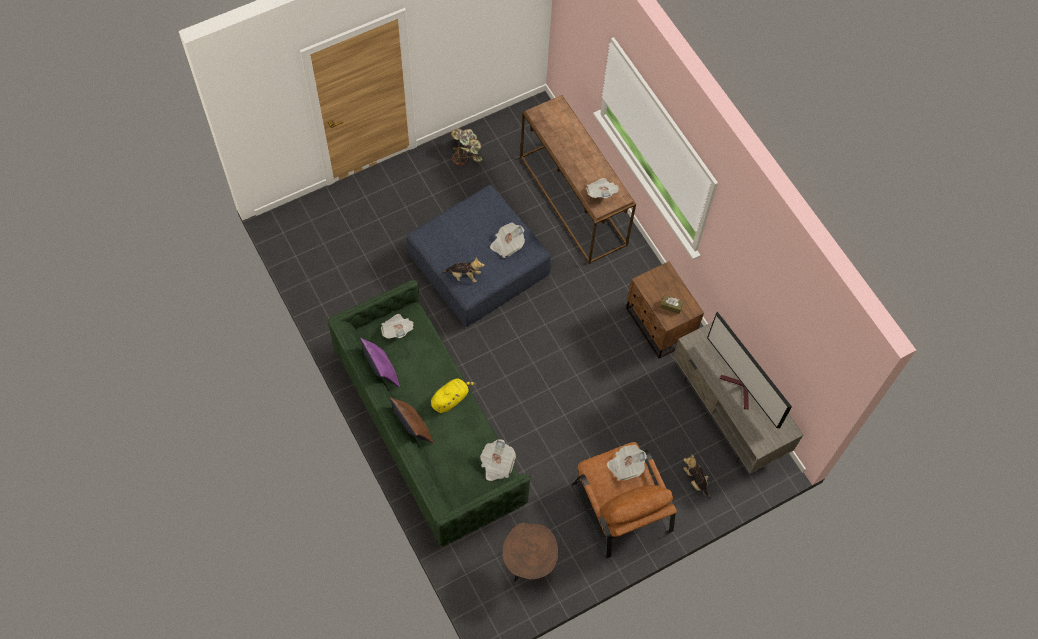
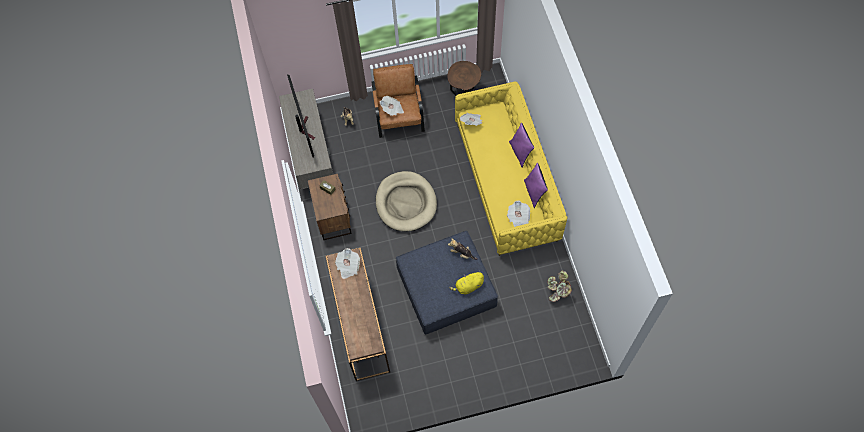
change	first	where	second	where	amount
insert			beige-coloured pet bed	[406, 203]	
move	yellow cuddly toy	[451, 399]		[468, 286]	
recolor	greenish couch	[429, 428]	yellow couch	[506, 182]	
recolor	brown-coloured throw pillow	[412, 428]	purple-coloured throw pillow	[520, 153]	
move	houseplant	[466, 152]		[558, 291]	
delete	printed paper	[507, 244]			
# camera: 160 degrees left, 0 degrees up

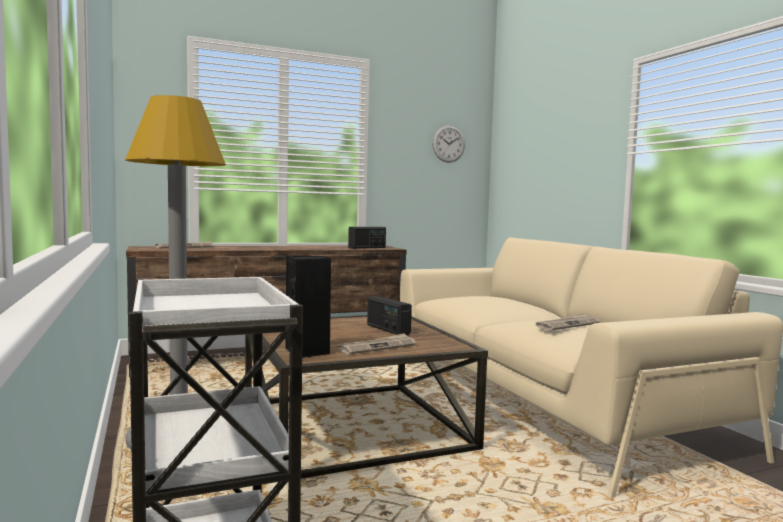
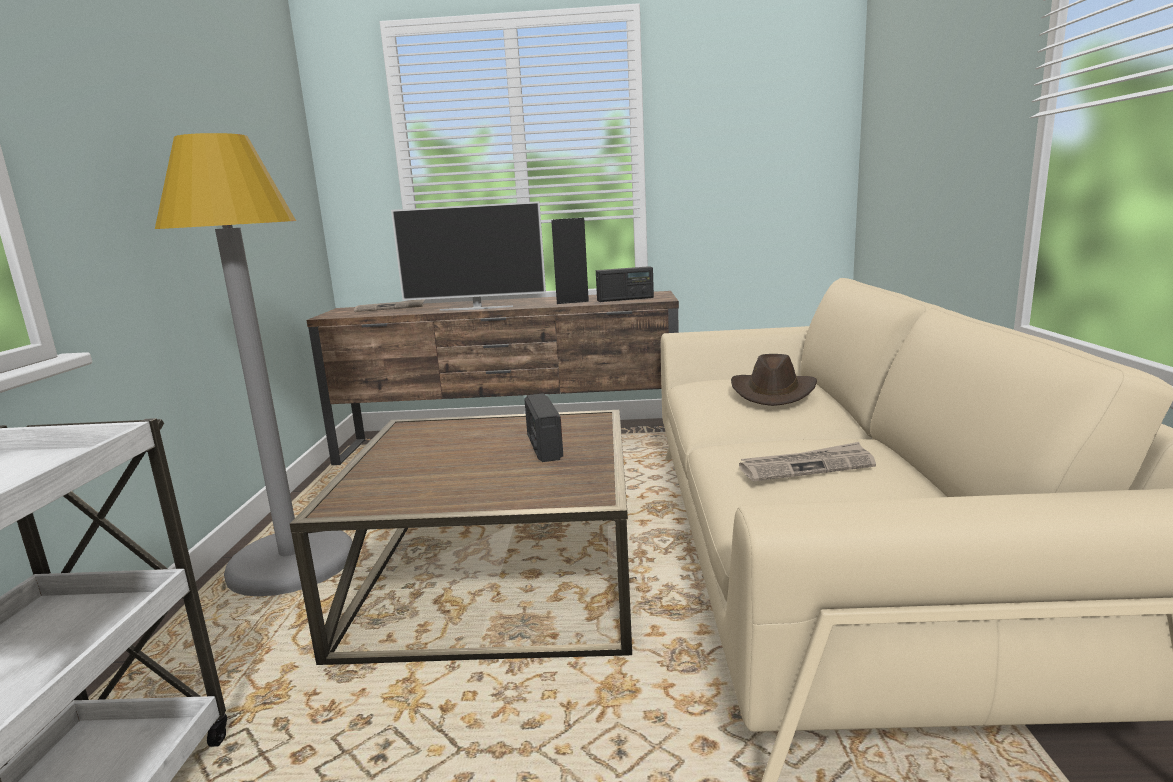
change	first	where	second	where	amount
insert			TV set	[476, 308]	
move	black speaker	[307, 352]		[572, 301]	
insert			brown-coloured clothing hat	[773, 393]	
delete	printed paper	[377, 347]			
delete	clock on the wall	[448, 144]			
# camera: 25 degrees right, 10 degrees up

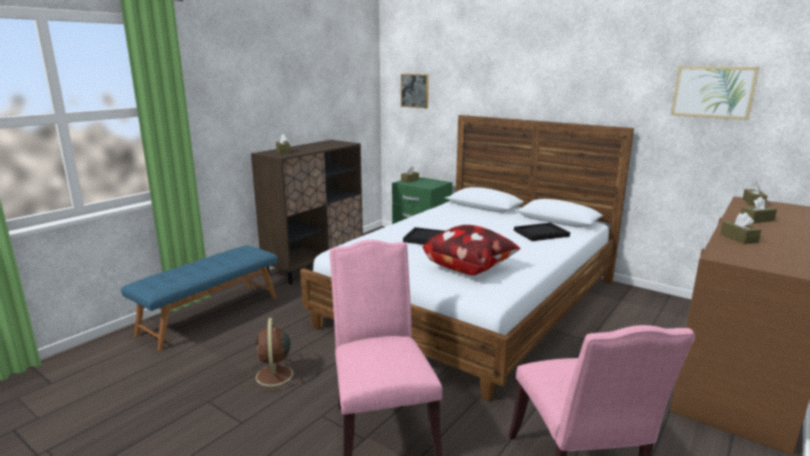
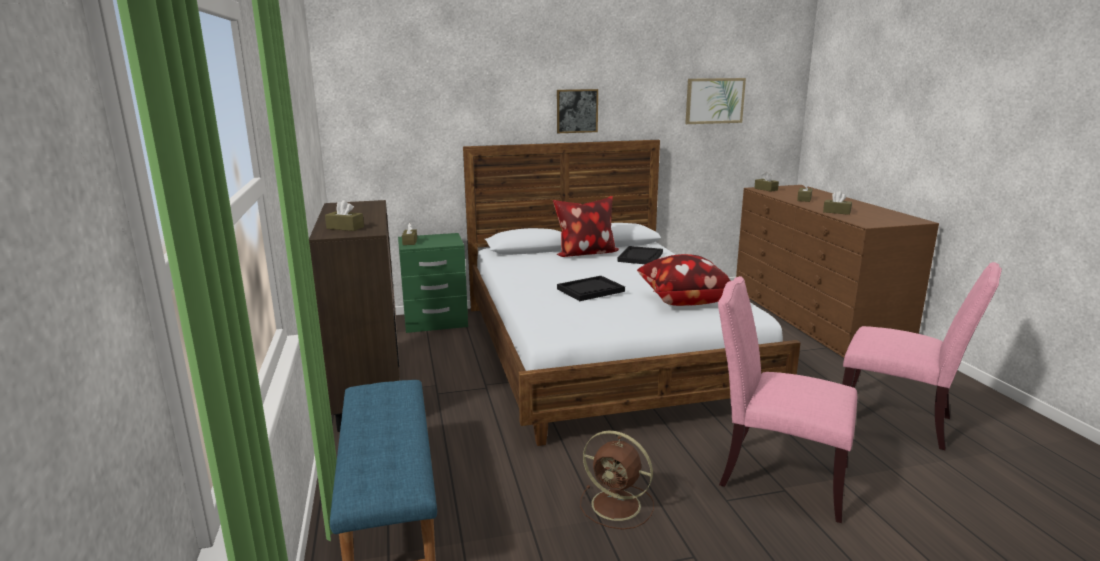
change	first	where	second	where	amount
insert			throw pillow	[585, 254]	
move	wall picture	[414, 90]		[577, 111]	
# camera: 50 degrees left, 0 degrees up

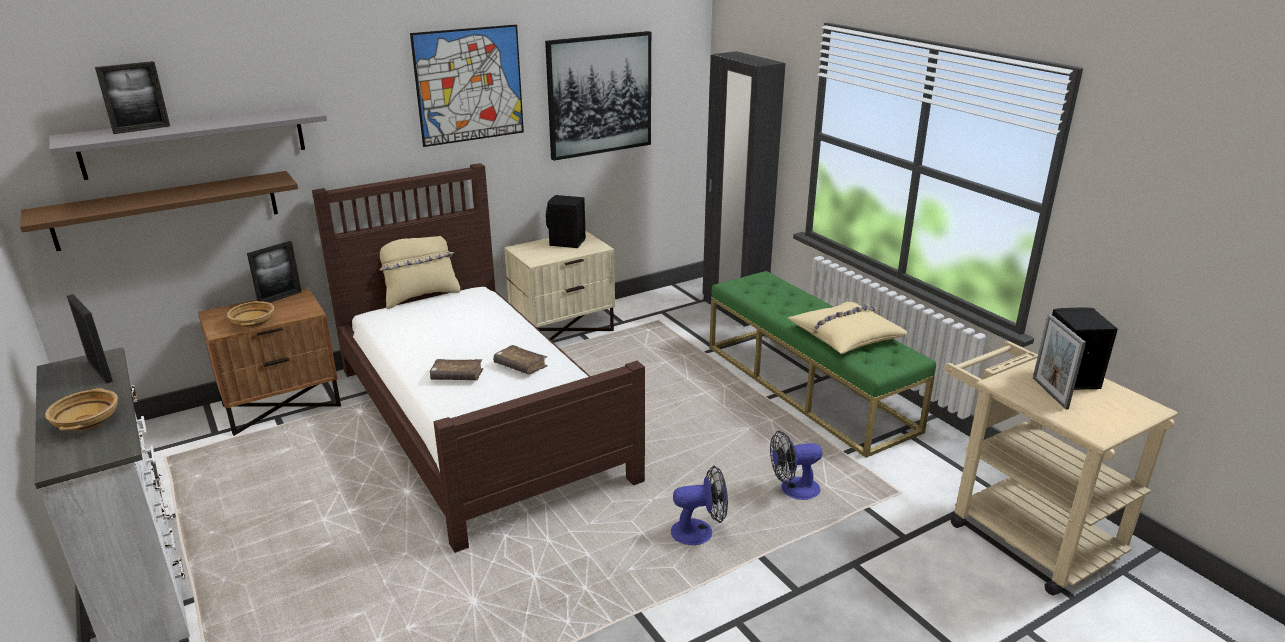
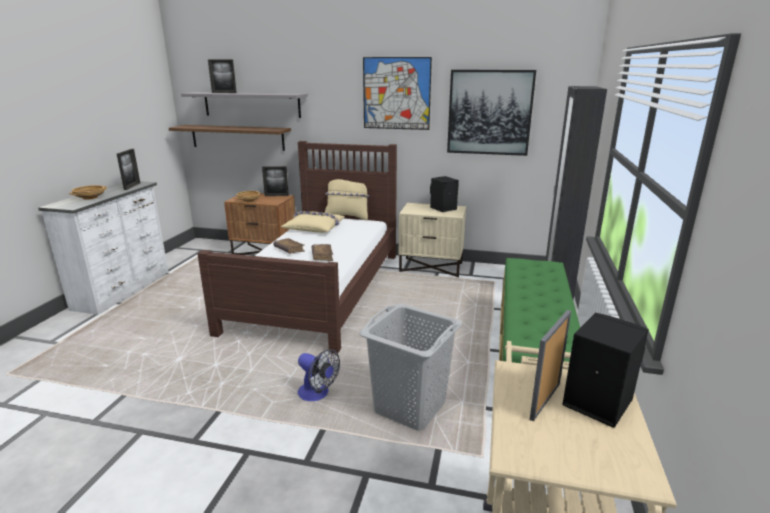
change	first	where	second	where	amount
move	beige-coloured throw pillow	[845, 336]		[315, 227]	
replace	fan	[793, 490]	grey hamper	[409, 407]	
# camera: 45 degrees right, 5 degrees down

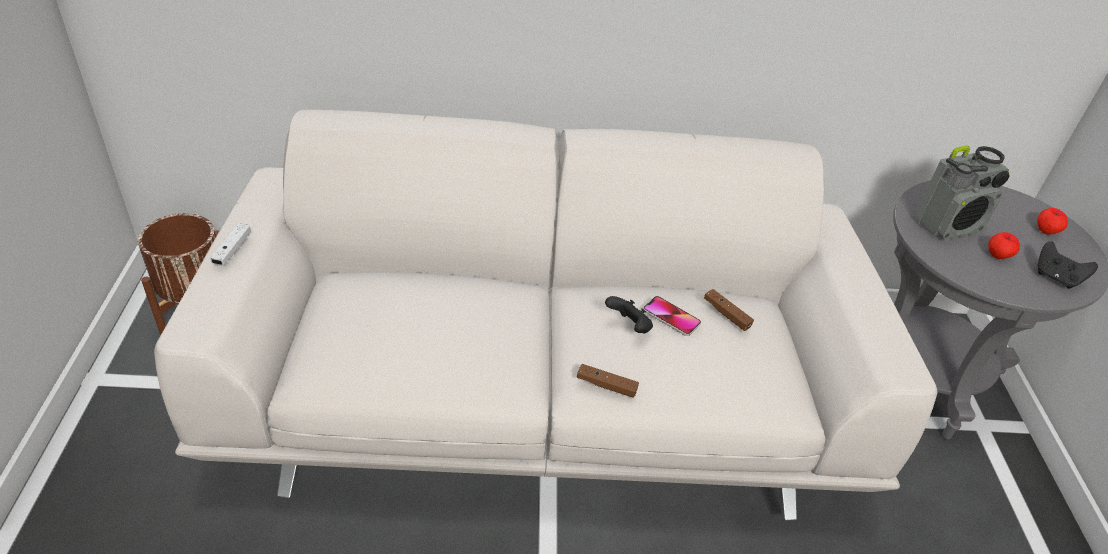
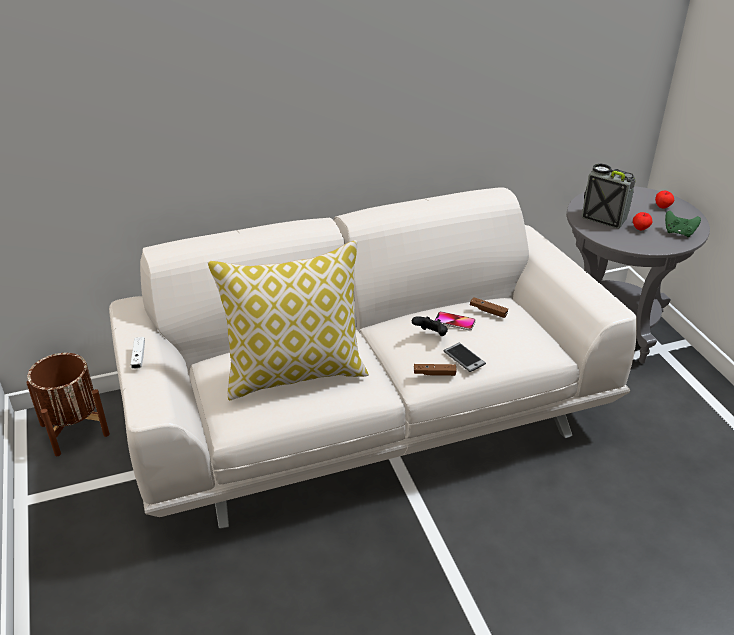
change	first	where	second	where	amount
insert			throw pillow	[295, 373]	
insert			telephone	[464, 358]	
rotate	radio receiver	[948, 225]		[604, 218]	105 degrees counterclockwise
recolor	black gamepad	[1056, 278]	greenish gamepad	[678, 233]	
# camera: 15 degrees left, 5 degrees down

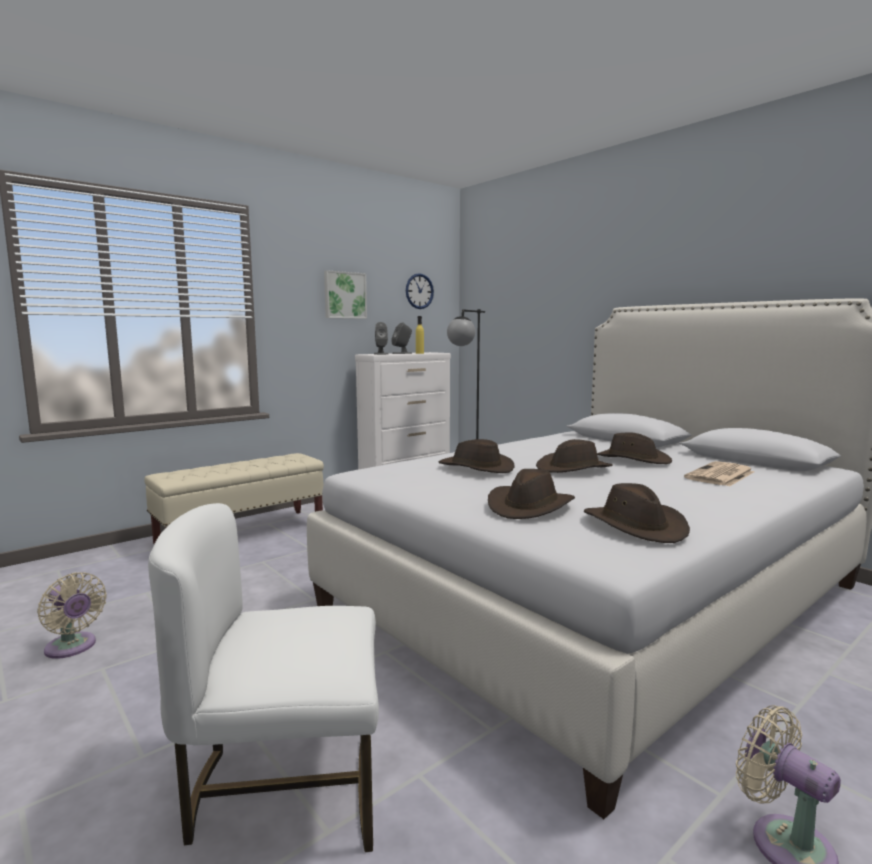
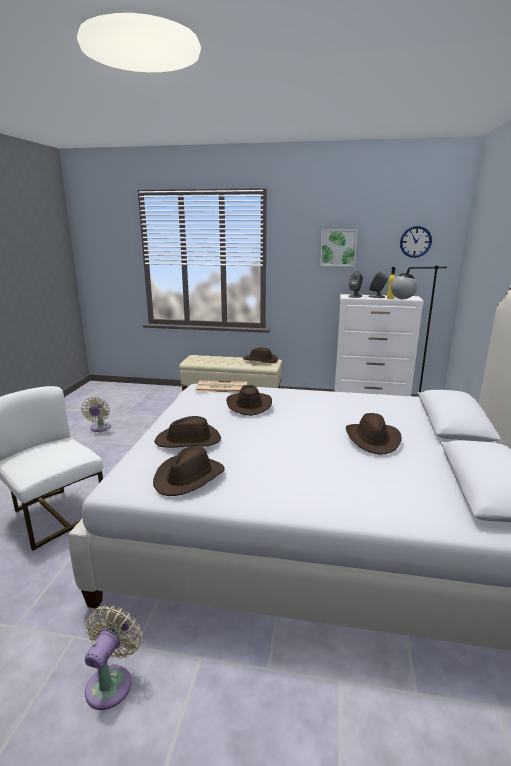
change	first	where	second	where	amount
move	printed paper	[720, 475]		[221, 387]	
move	brown-coloured clothing hat	[573, 468]		[260, 360]	
# camera: 50 degrees right, 10 degrees up

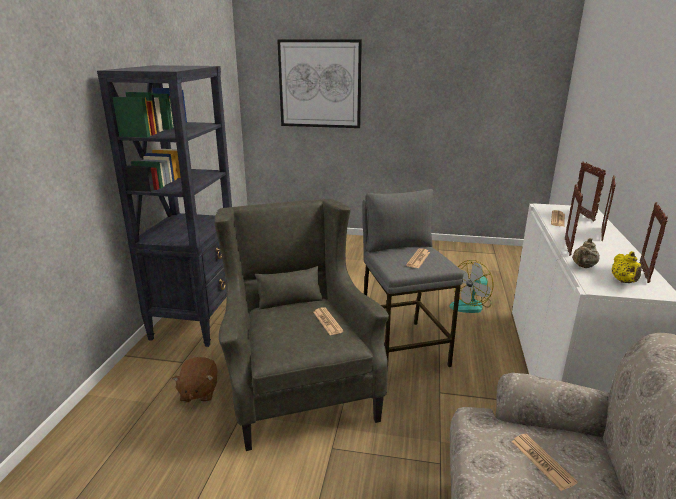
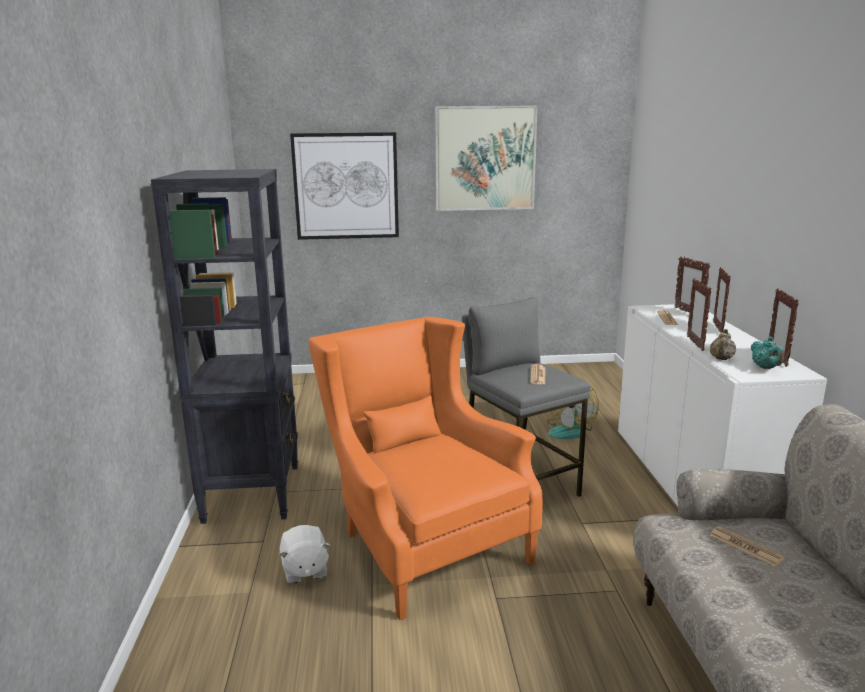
change	first	where	second	where	amount
recolor	brown-coloured cuddly toy	[198, 392]	white-coloured cuddly toy	[304, 570]	
recolor	grey lounge chair	[298, 385]	orange lounge chair	[421, 542]	
insert			wall picture	[485, 158]	
recolor	yellow pot for tea	[624, 281]	turquoise pot for tea	[765, 368]	
delete	printed paper	[327, 322]			
# camera: 15 degrees left, 5 degrees down

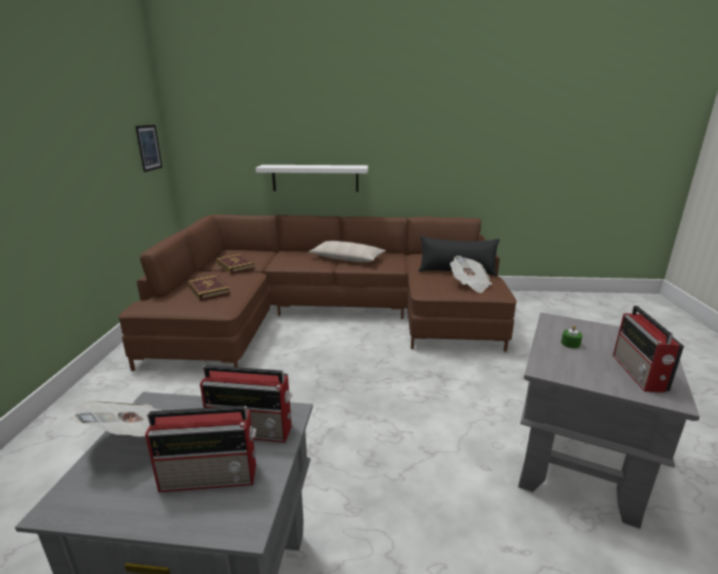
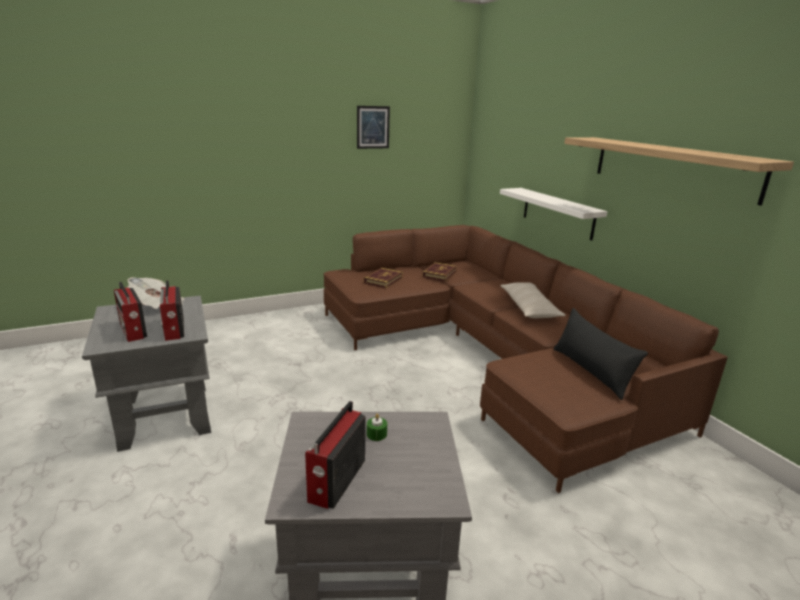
change	first	where	second	where	amount
rotate	radio receiver	[639, 373]		[336, 481]	45 degrees counterclockwise
move	wall picture	[149, 147]		[373, 127]	
insert			shelf	[672, 167]	
delete	printed paper	[469, 285]			
# camera: 60 degrees right, 0 degrees up

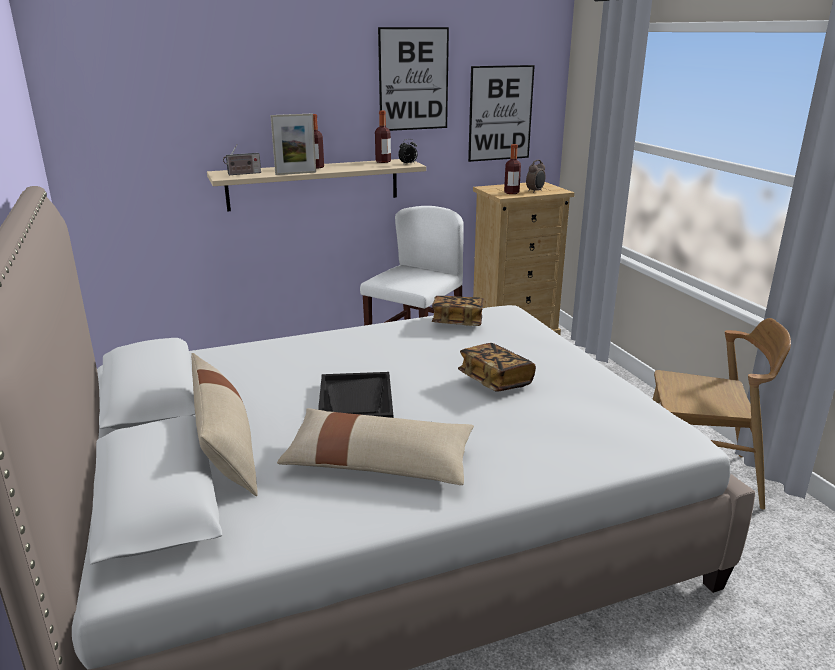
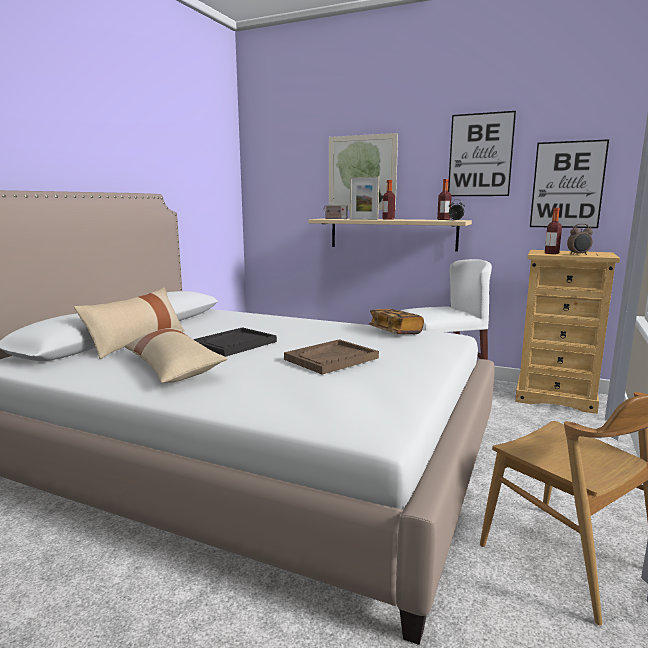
change	first	where	second	where	amount
replace	bound book	[495, 381]	brown-coloured carrying tray	[331, 359]	
insert			wall picture	[362, 173]	
# camera: 45 degrees right, 10 degrees down

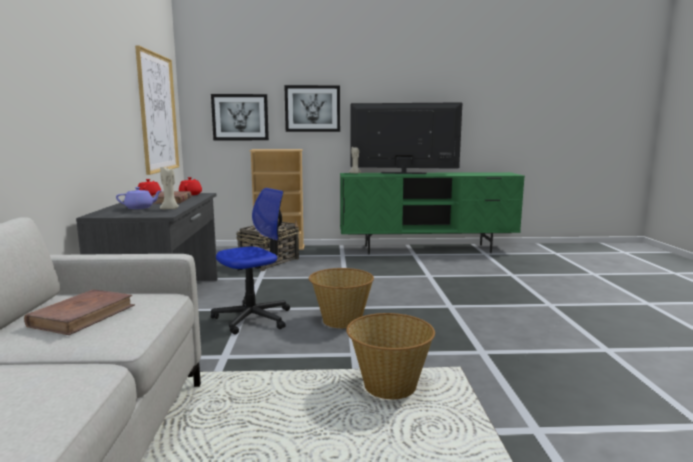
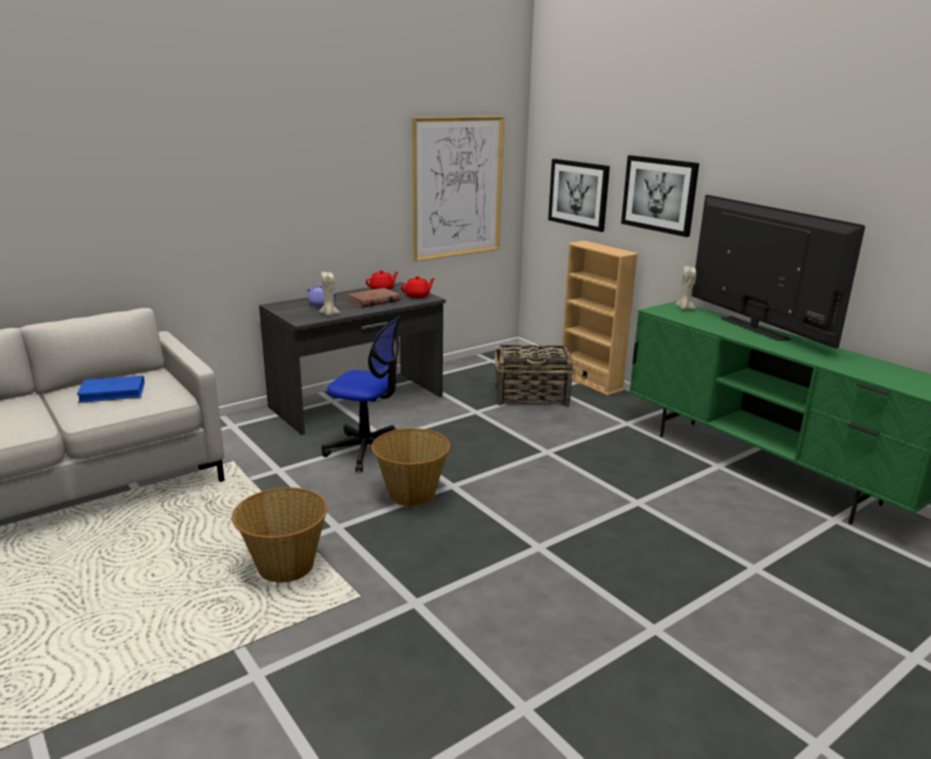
change	first	where	second	where	amount
recolor	brown-coloured bound book	[83, 316]	blue bound book	[113, 392]	
# camera: 55 degrees right, 10 degrees up

